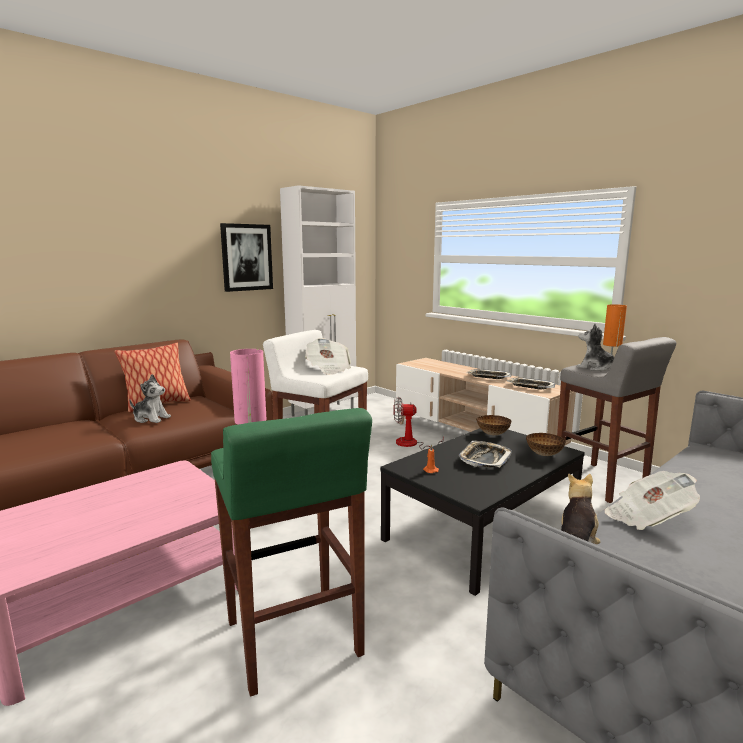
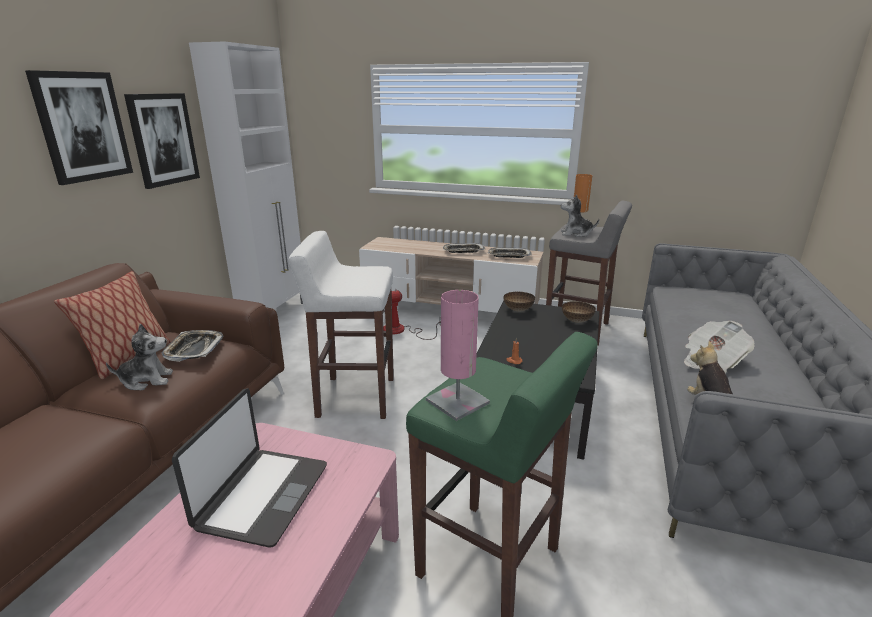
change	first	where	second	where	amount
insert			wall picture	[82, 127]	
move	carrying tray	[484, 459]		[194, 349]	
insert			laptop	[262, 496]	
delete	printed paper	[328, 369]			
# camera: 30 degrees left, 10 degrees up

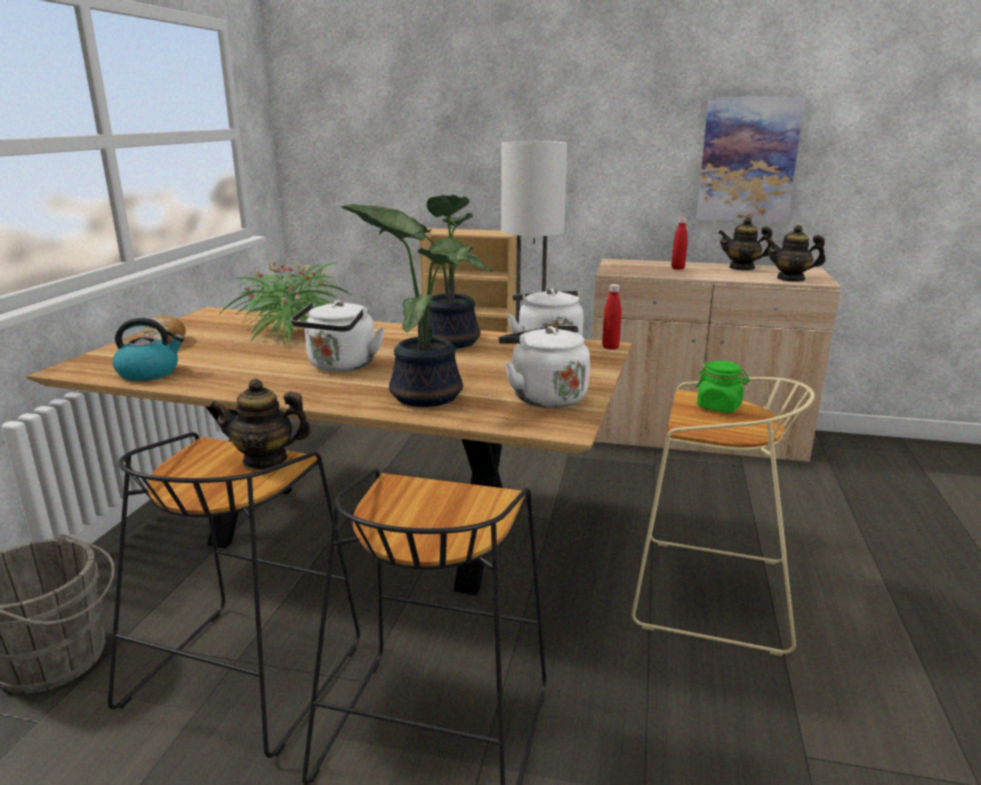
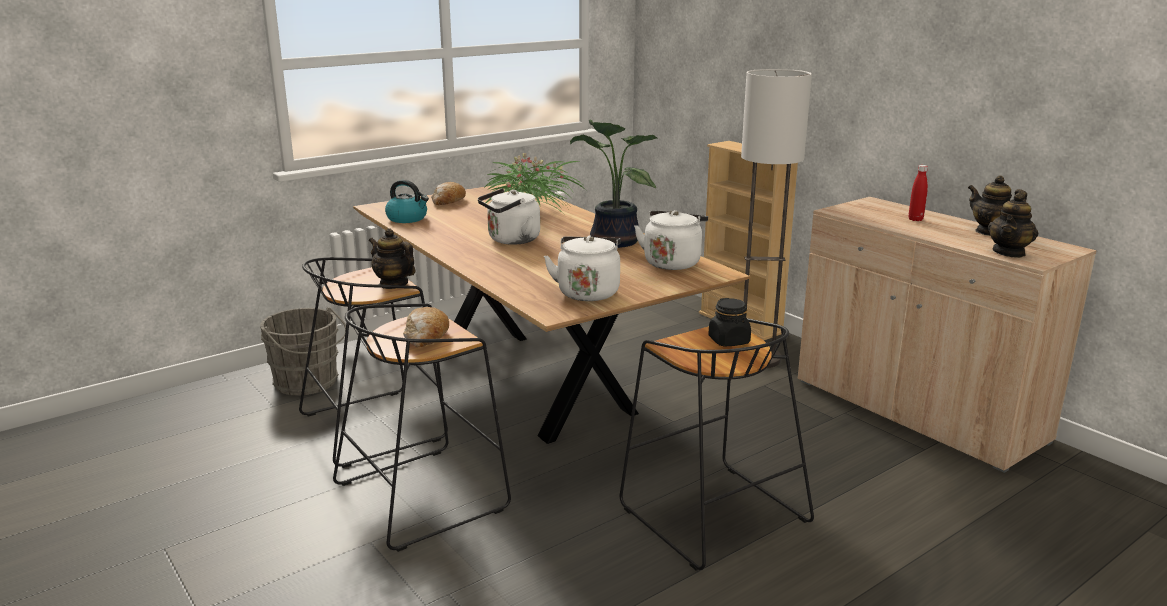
change	first	where	second	where	amount
insert			bakery bread	[426, 336]	
recolor	beige-coloured sitting stool	[708, 593]	black sitting stool	[710, 514]	
recolor	greenish jar	[719, 407]	black jar	[729, 341]	
rotate	pot for tea	[791, 279]		[1009, 252]	105 degrees counterclockwise
delete	houseplant	[424, 394]			
delete	red beverage bottle	[610, 347]			
delete	wall picture	[748, 160]			
# camera: 40 degrees right, 0 degrees up

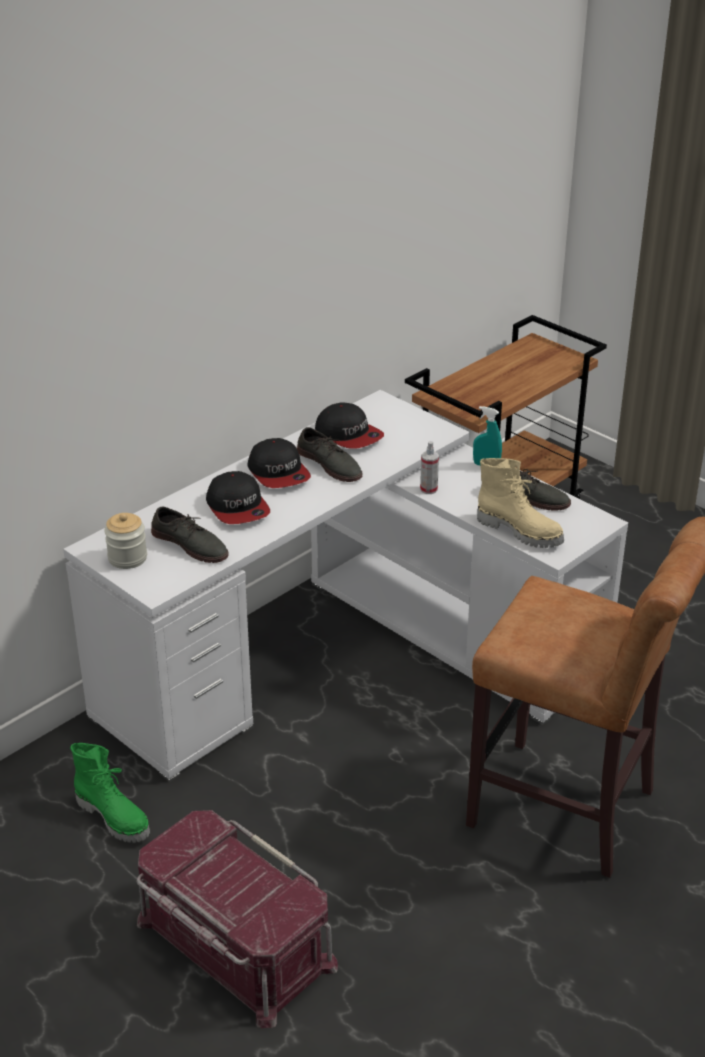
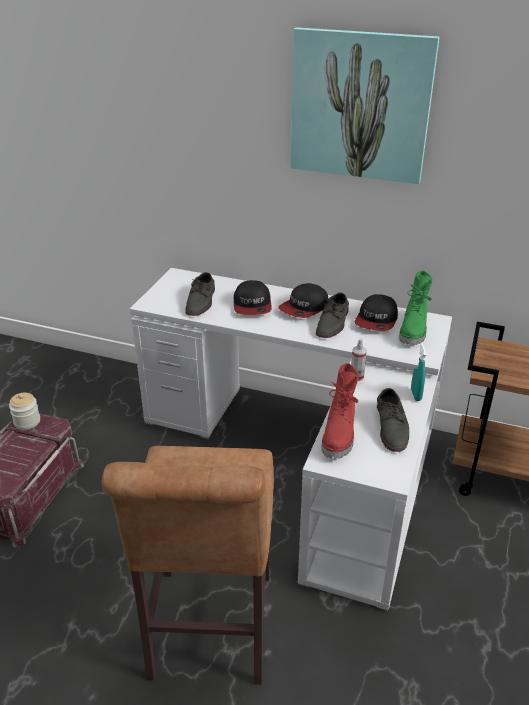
change	first	where	second	where	amount
move	jar	[127, 558]		[27, 422]	
rotate	peaked cap	[238, 508]		[252, 305]	45 degrees counterclockwise
insert			wall picture	[360, 106]	
recolor	beige-coloured tall boot	[520, 531]	red tall boot	[340, 435]	
move	greenish tall boot	[114, 817]		[414, 330]	
# camera: 65 degrees right, 0 degrees up

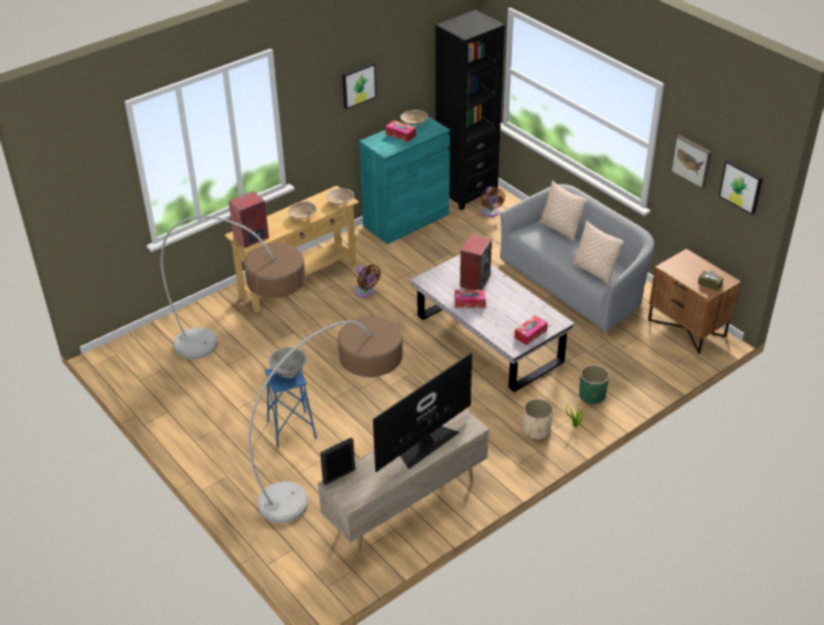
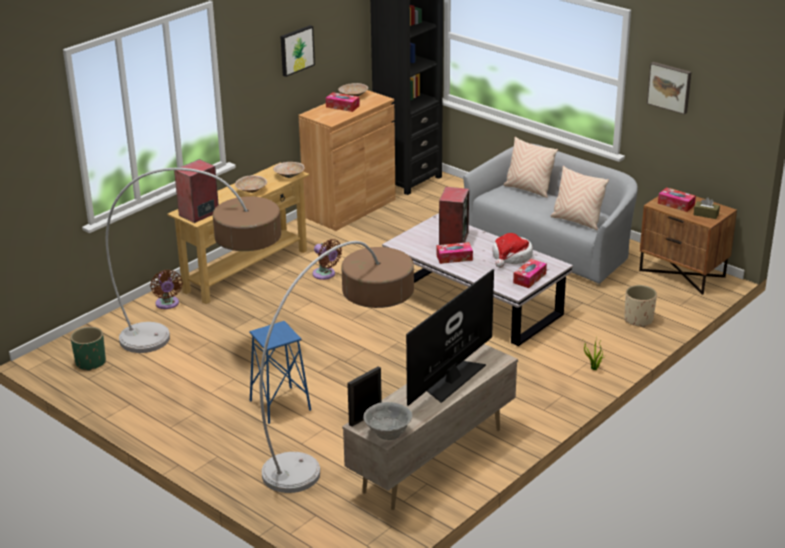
change	first	where	second	where	amount
move	greenish flower pot	[592, 396]		[90, 363]	
move	brown-coloured fan	[490, 213]		[167, 304]	
recolor	turquoise storage cabinet	[406, 220]	brown-coloured storage cabinet	[350, 208]	
move	grey bowl	[289, 372]		[388, 433]	
insert			clothing hat	[511, 257]	
move	beige-coloured flower pot	[536, 430]		[638, 320]	
insert			box of tissues	[676, 204]	
delete	wall picture	[741, 186]			
# camera: 10 degrees left, 10 degrees down

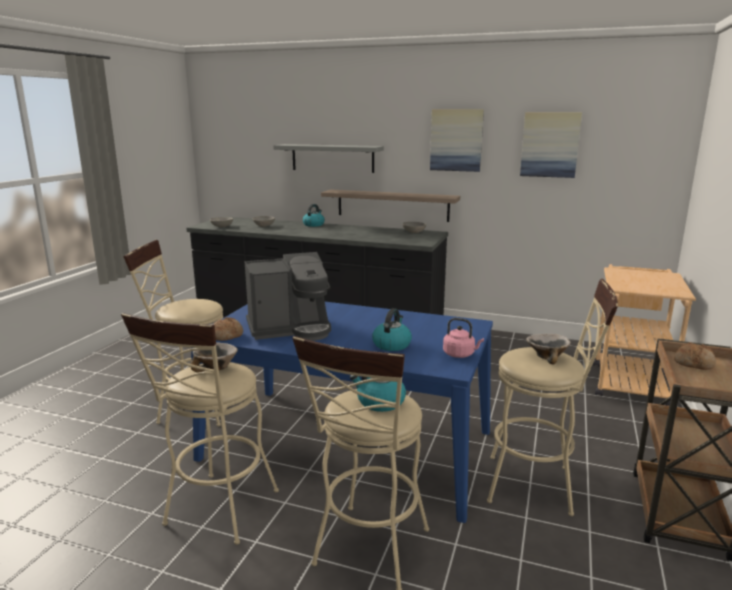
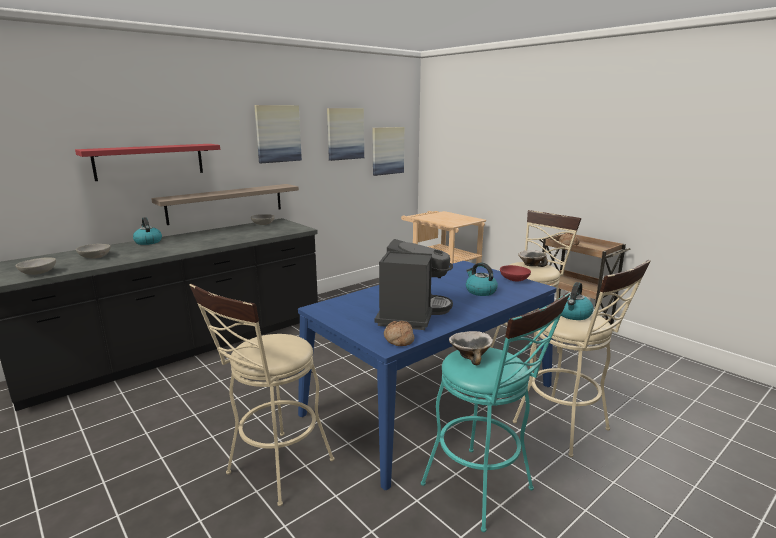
change	first	where	second	where	amount
recolor	grey shelf	[332, 158]	red shelf	[150, 161]	
insert			wall picture	[387, 150]	
recolor	beige-coloured sitting stool	[217, 513]	turquoise sitting stool	[484, 491]	
replace	pink-coloured kettle	[460, 354]	red bowl	[514, 280]	
# camera: 60 degrees left, 0 degrees up

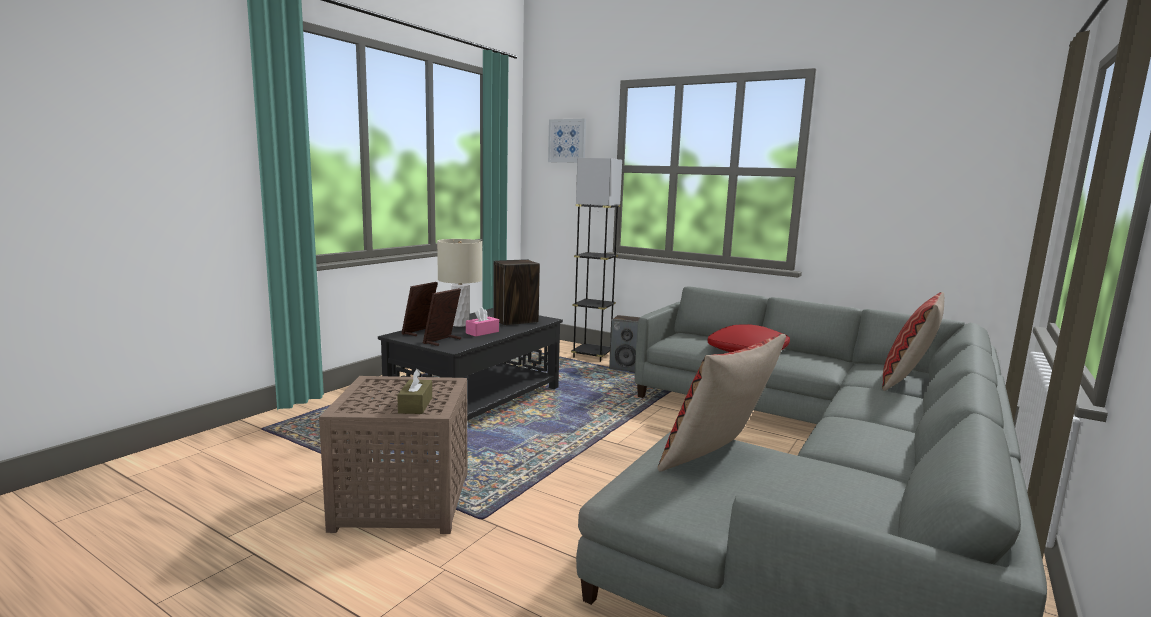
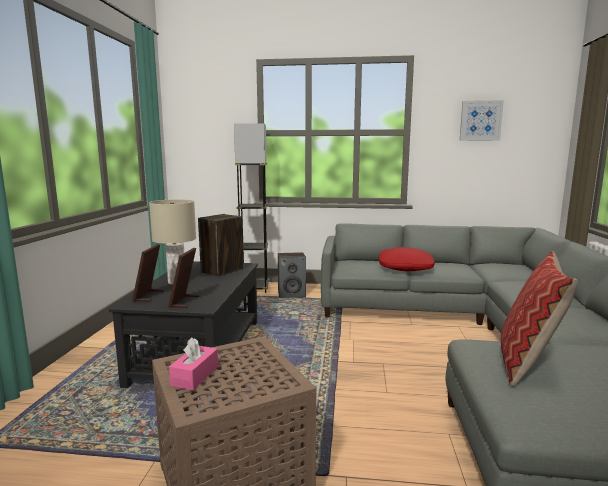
change	first	where	second	where	amount
move	pink-coloured box of tissues	[482, 332]		[195, 376]	
move	wall picture	[567, 141]		[480, 120]	
delete	brown-coloured box of tissues	[415, 405]			
delete	throw pillow	[906, 382]			
# camera: 25 degrees left, 0 degrees up

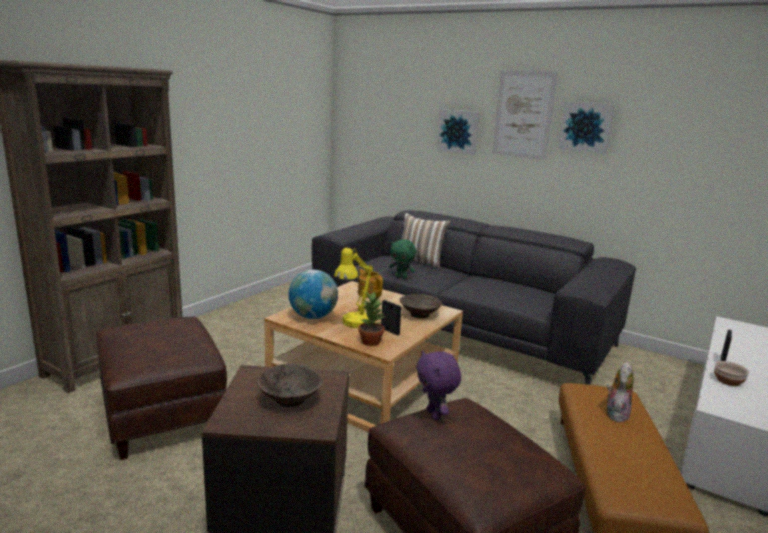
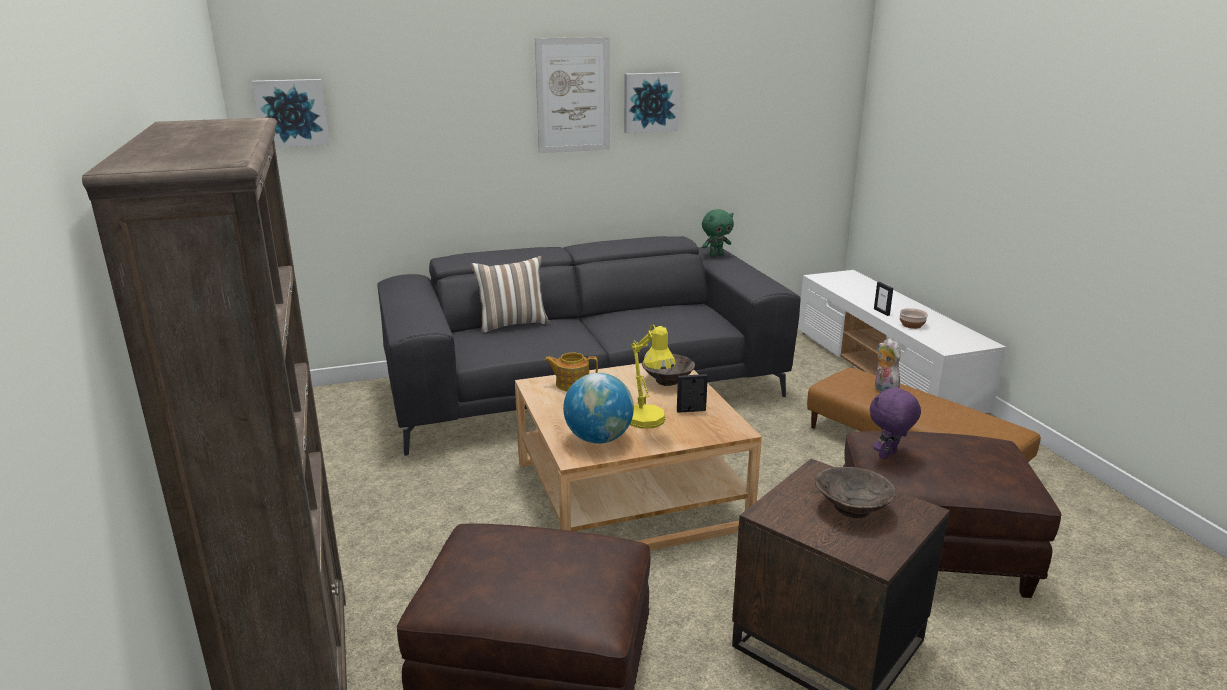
change	first	where	second	where	amount
move	wall picture	[458, 131]		[292, 113]	
move	greenish cuddly toy	[401, 277]		[716, 255]	
rotate	purple-coloured cuddly toy	[435, 415]		[888, 456]	120 degrees clockwise
delete	houseplant	[370, 341]			
# camera: 50 degrees left, 5 degrees up

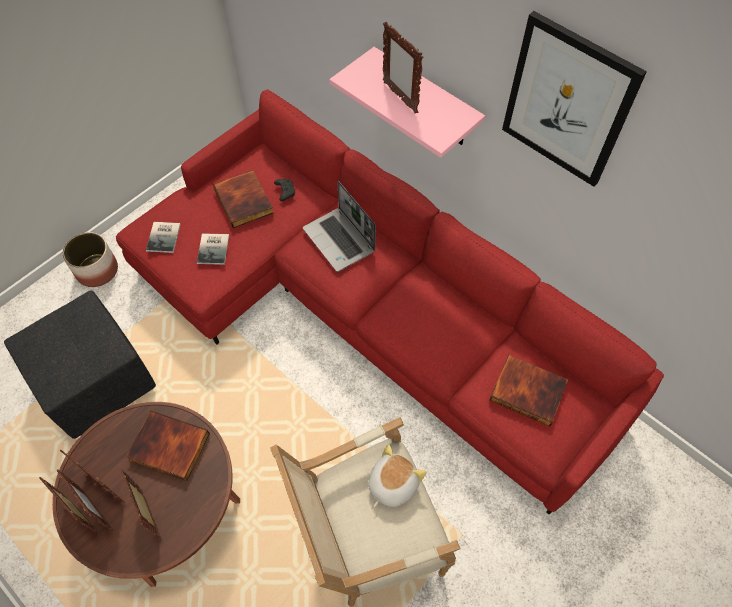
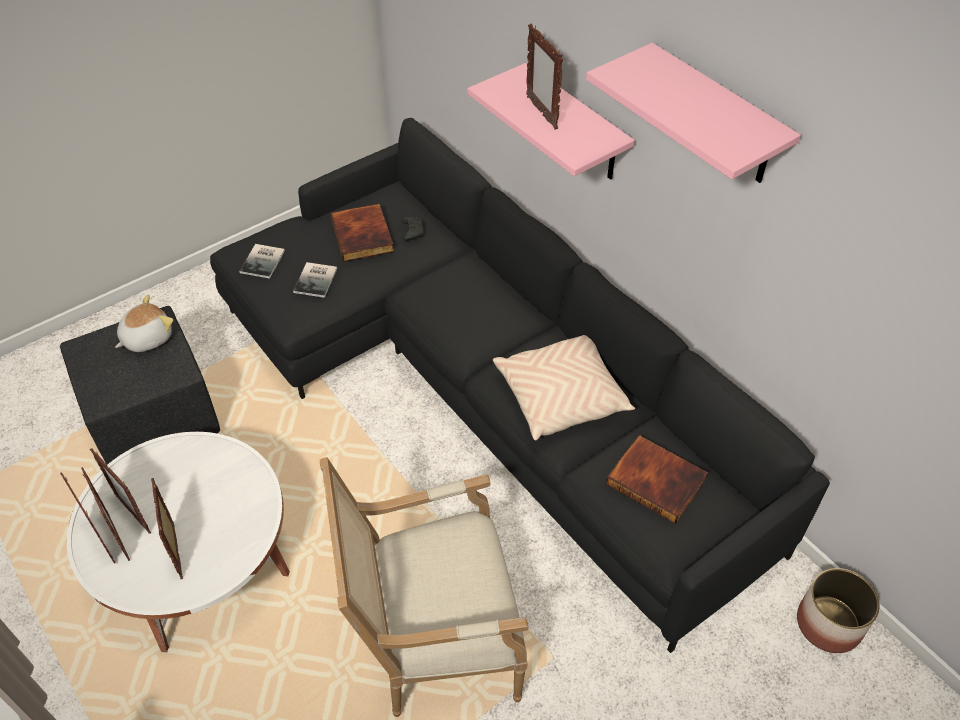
change	first	where	second	where	amount
recolor	brown-coloured low table	[162, 504]	white-coloured low table	[197, 563]	
move	cuddly toy	[391, 483]		[146, 338]	
recolor	red couch	[363, 311]	black couch	[484, 387]	
insert			beige-coloured throw pillow	[561, 396]	
replace	wall picture	[567, 102]	pink-coloured shelf	[715, 117]	
move	flower pot	[97, 270]		[829, 624]	
delete	bound book	[168, 448]			
delete	laptop	[340, 240]			
# camera: 10 degrees right, 10 degrees down

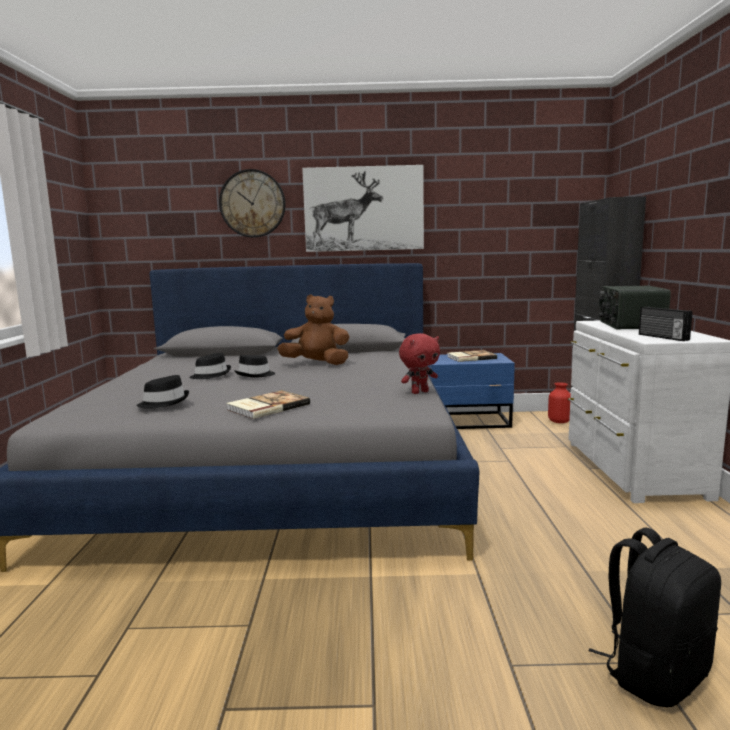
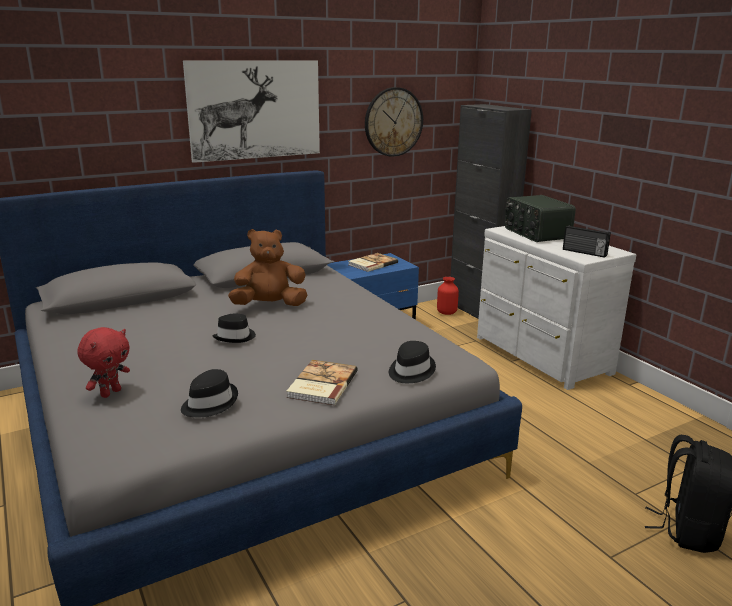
change	first	where	second	where	amount
move	red cuddly toy	[419, 392]		[110, 393]	
move	clock on the wall	[252, 203]		[393, 122]	
move	black clothing hat	[211, 375]		[410, 371]	
# camera: 30 degrees left, 10 degrees up

